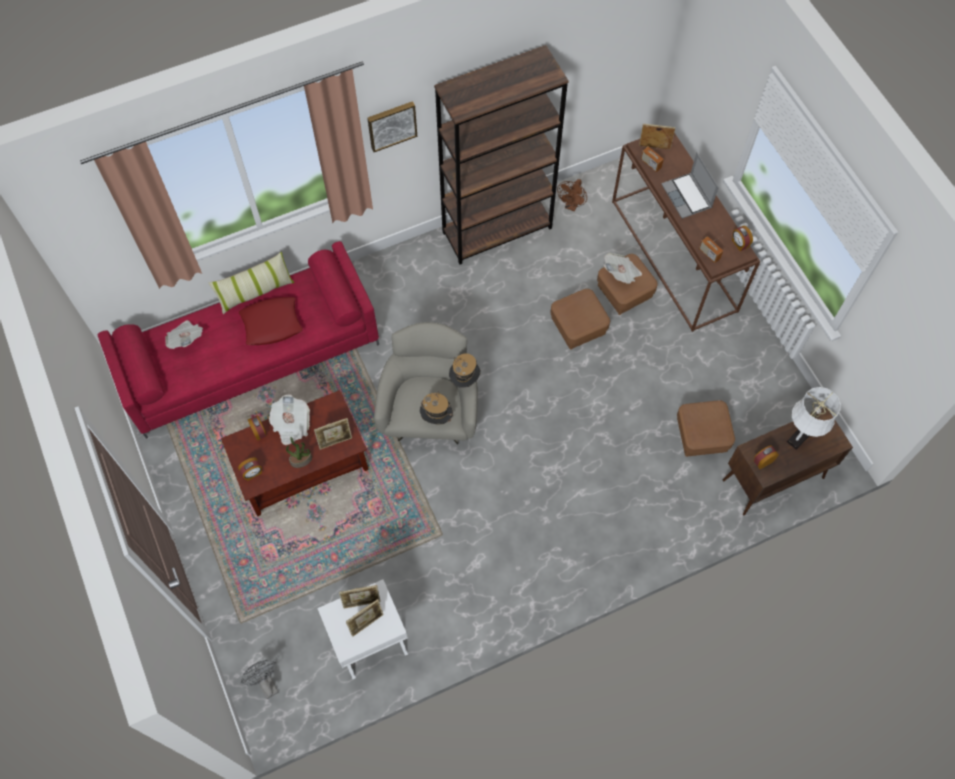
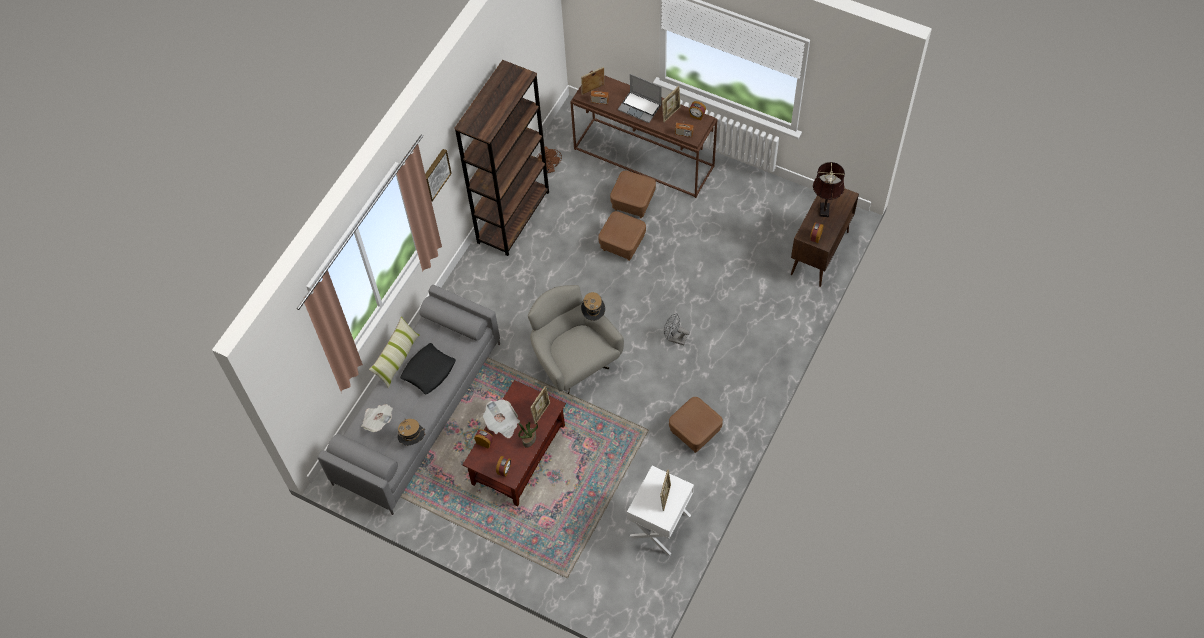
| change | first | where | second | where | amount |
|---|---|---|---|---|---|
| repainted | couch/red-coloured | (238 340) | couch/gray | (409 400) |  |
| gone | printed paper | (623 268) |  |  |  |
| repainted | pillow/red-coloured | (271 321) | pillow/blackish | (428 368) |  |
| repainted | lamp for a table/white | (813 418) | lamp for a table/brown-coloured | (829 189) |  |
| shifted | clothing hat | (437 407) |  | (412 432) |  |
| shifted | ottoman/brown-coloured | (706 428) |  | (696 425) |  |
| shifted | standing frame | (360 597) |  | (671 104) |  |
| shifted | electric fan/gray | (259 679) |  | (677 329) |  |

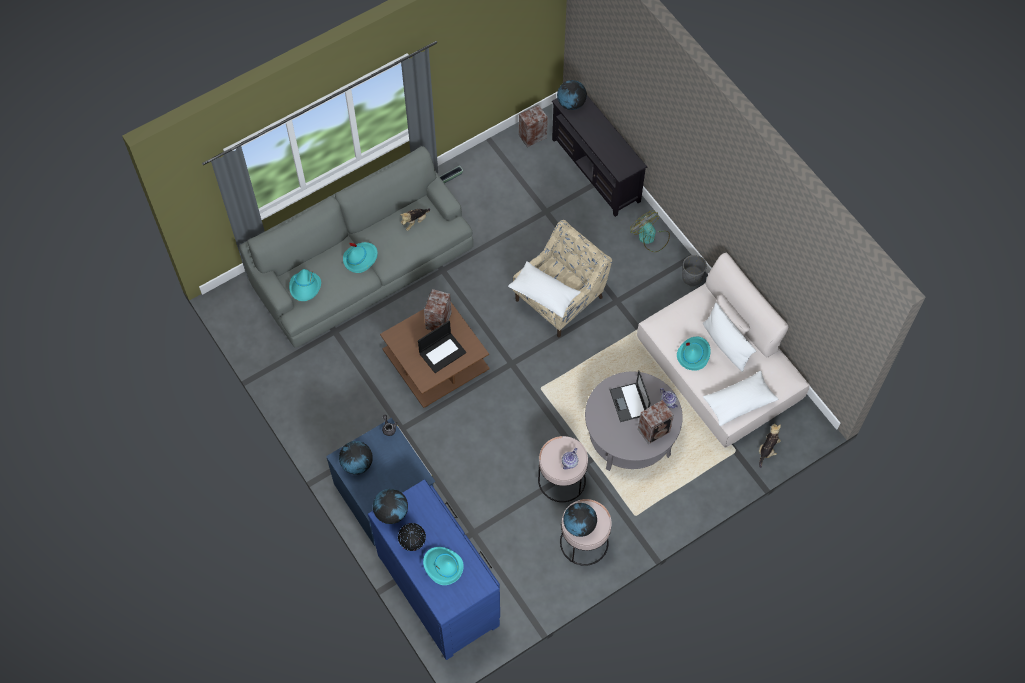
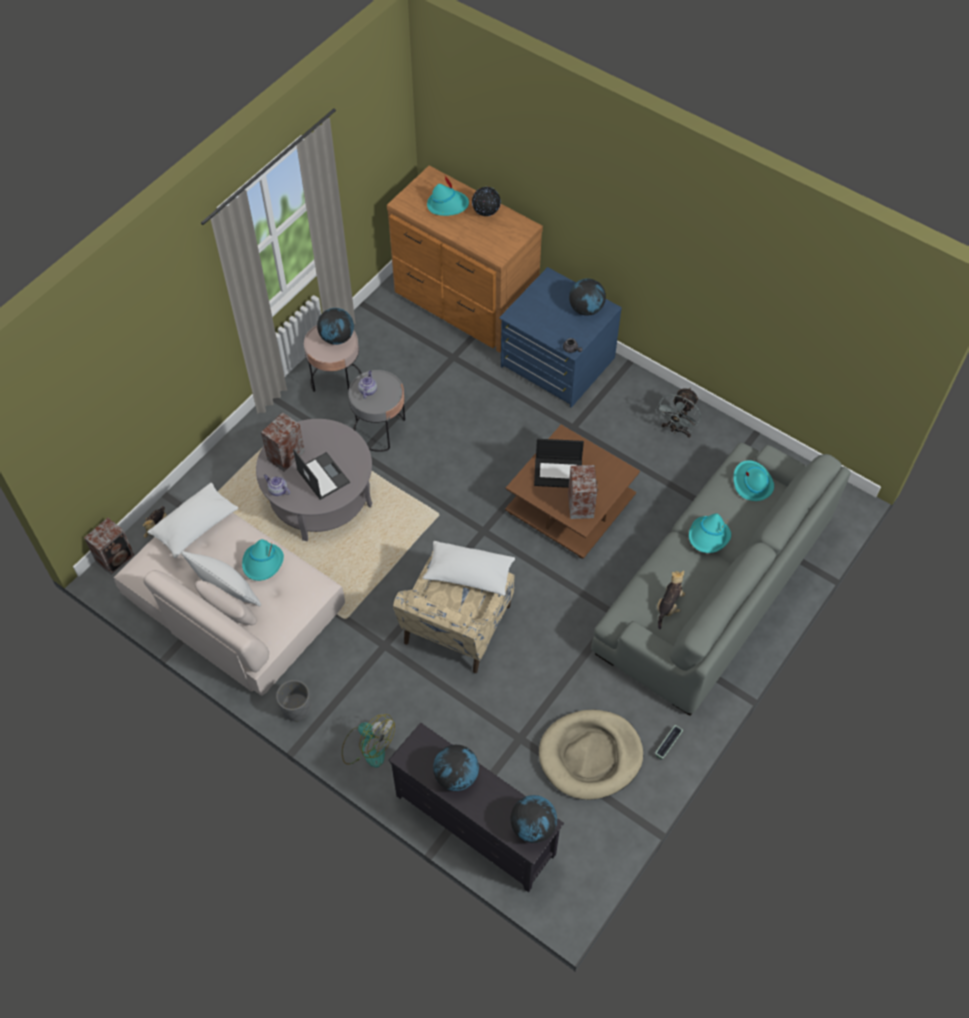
| change | first | where | second | where | amount |
|---|---|---|---|---|---|
| shifted | loudspeaker | (533 126) |  | (109 546) |  |
| rotated | laptop | (442 347) |  | (559 463) | 120 degrees counterclockwise |
| repainted | accent table/pink | (563 469) | accent table/gray | (376 411) |  |
| repainted | drawer chest/blue-coloured | (434 569) | drawer chest/brown-coloured | (465 259) |  |
| shifted | globe | (390 506) |  | (456 768) |  |
| new |  |  | electric fan/gray | (678 412) |  |
| new |  |  | dog cushion/beige | (591 755) |  |

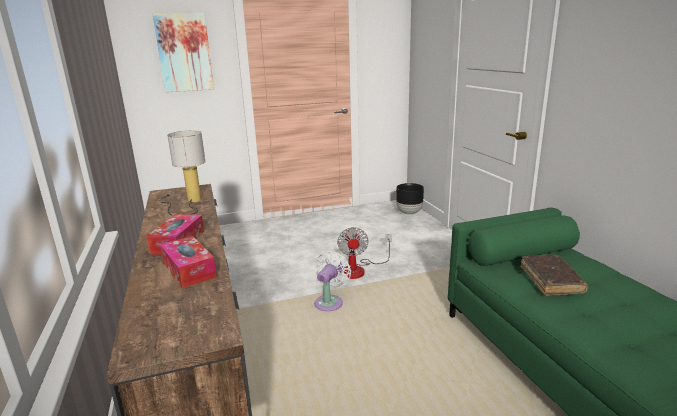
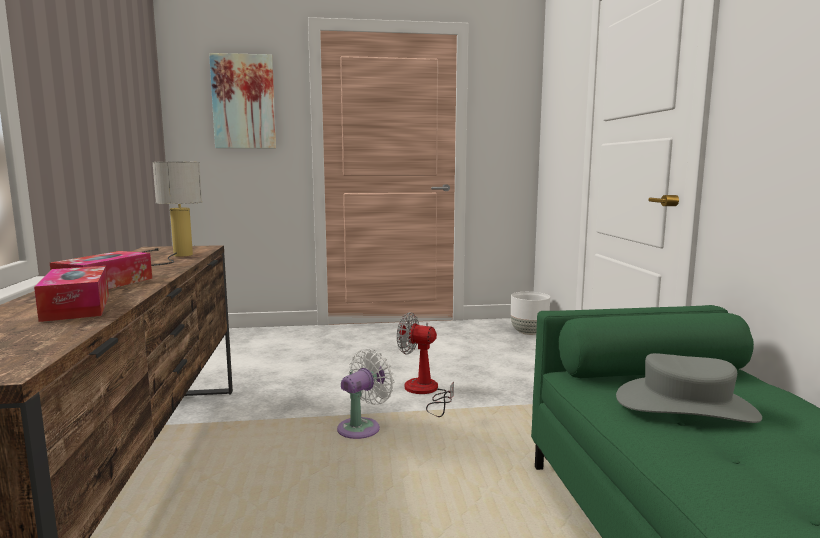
| change | first | where | second | where | amount |
|---|---|---|---|---|---|
| repainted | plant pot/blackish | (410 198) | plant pot/white | (530 313) |  |
| rotated | electric fan | (364 253) |  | (425 364) | 105 degrees clockwise |
| swapped | bound book/brown-coloured | (554 275) | clothing hat/gray | (689 388) |  |

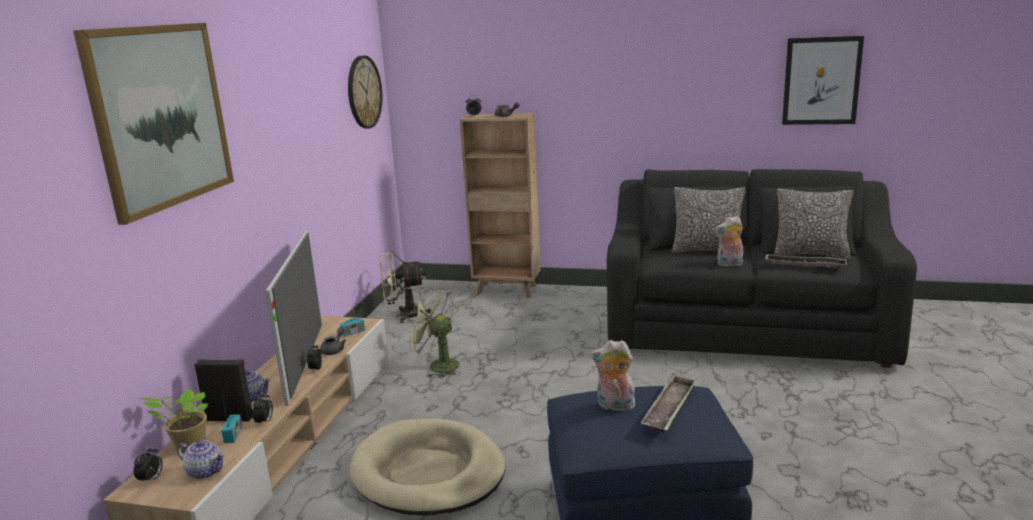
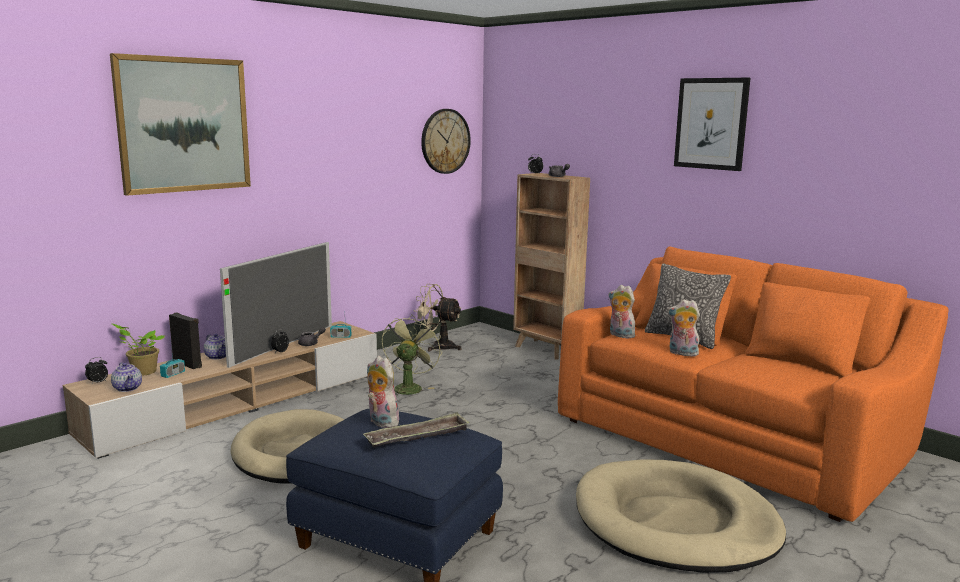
| change | first | where | second | where | amount |
|---|---|---|---|---|---|
| shifted | wall picture | (823 80) |  | (712 124) |  |
| repainted | couch/blackish | (762 268) | couch/orange | (753 384) |  |
| gone | pillow | (813 224) |  |  |  |
| gone | tray | (806 261) |  |  |  |
| rotated | electric fan/greenish | (432 333) |  | (412 355) | 45 degrees clockwise |
| gone | bedside clock | (263 408) |  |  |  |
| new |  |  | plush toy | (621 311) |  |
| new |  |  | dog cushion/beige | (681 515) |  |

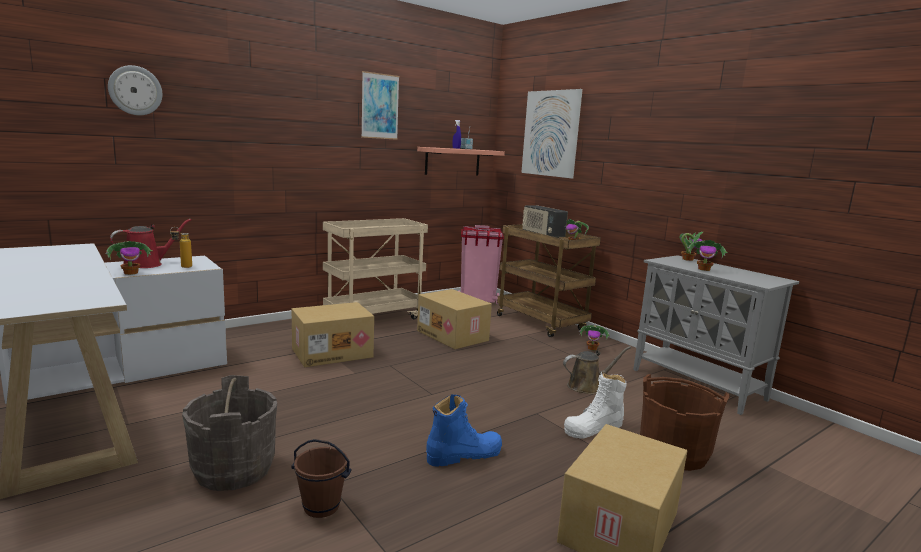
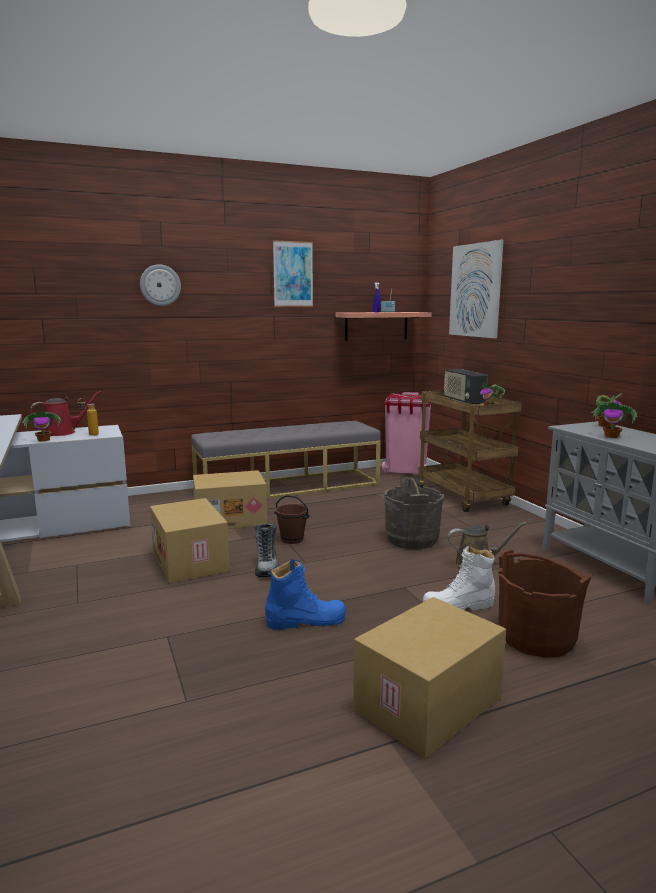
| change | first | where | second | where | amount |
|---|---|---|---|---|---|
| shifted | hanging clock | (135 90) |  | (160 285) |  |
| swapped | wheeled cart/beige | (375 269) | indoor bench/gray | (286 460) |  |
| shifted | packing box | (454 319) |  | (190 540) |  |
| gone | houseplant | (594 337) |  |  |  |
| shifted | pail/gray | (229 433) |  | (414 513) |  |
| shifted | pail/brown-coloured | (321 478) |  | (292 519) |  |
| new |  |  | boot | (266 550) |  |

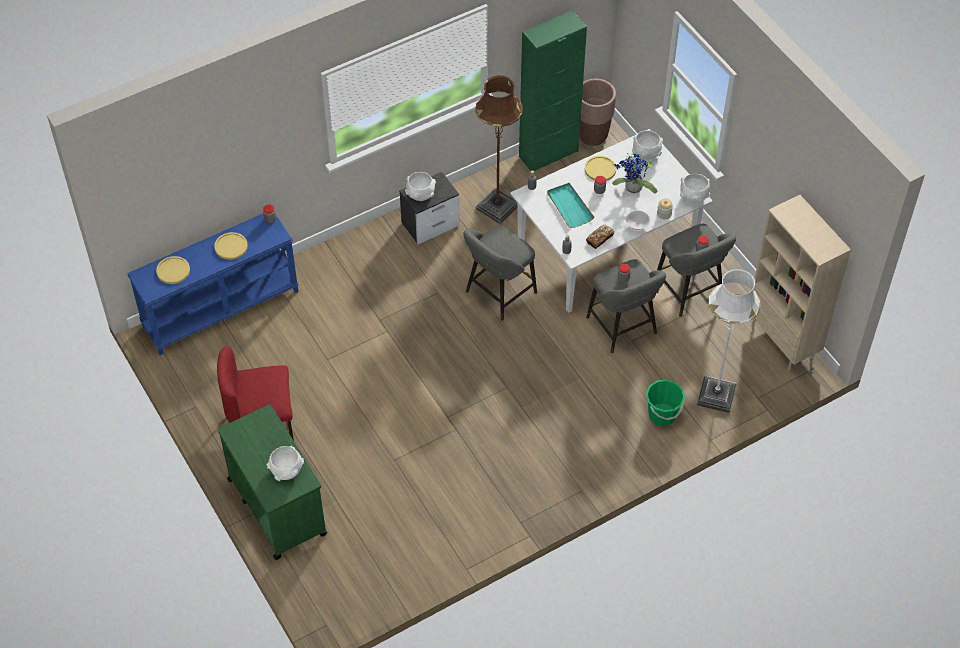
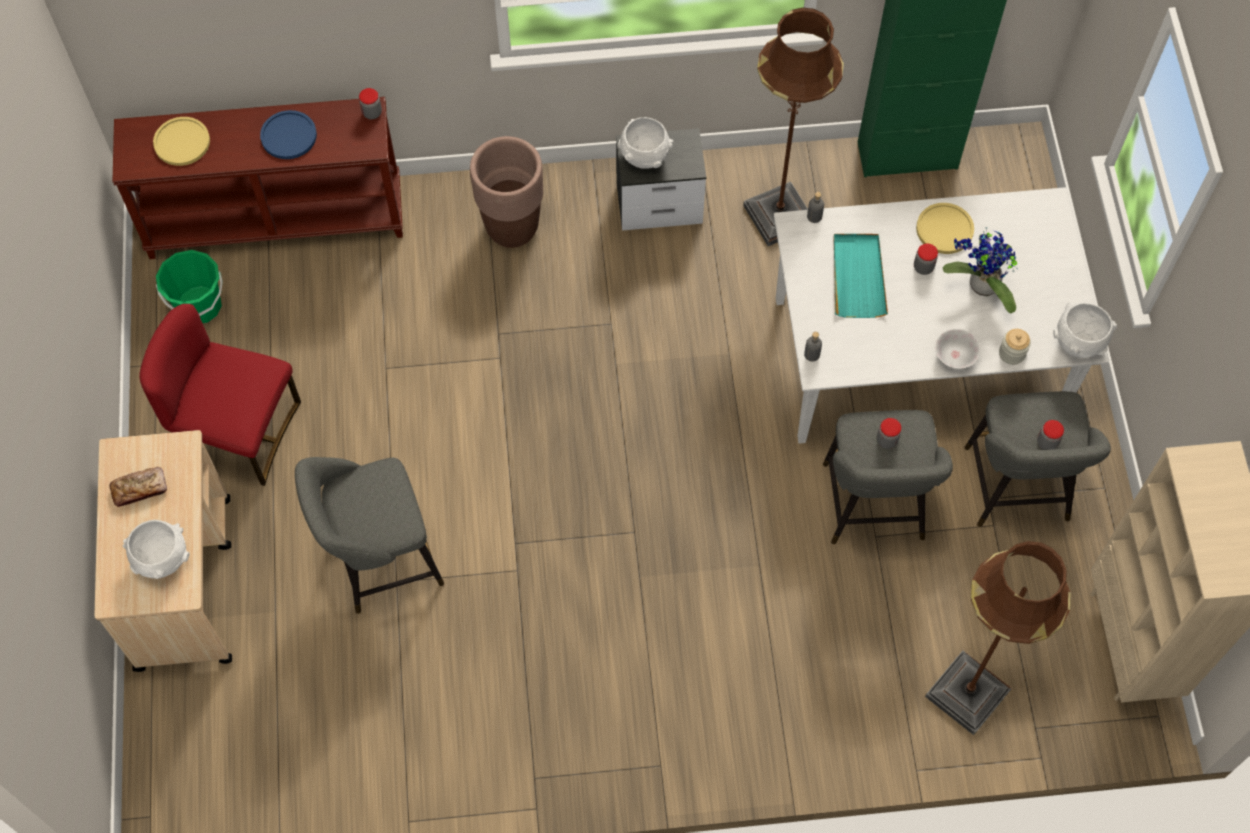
| change | first | where | second | where | amount |
|---|---|---|---|---|---|
| shifted | plant pot/brown-coloured | (597 112) |  | (506 192) |  |
| gone | deep dish/white | (647 145) |  |  |  |
| repainted | hall table/blue-coloured | (213 284) | hall table/brown-coloured | (257 178) |  |
| shifted | stool seat/gray | (500 273) |  | (369 535) |  |
| shifted | baked bread | (600 237) |  | (138 487) |  |
| repainted | plate/yellow-coloured | (231 246) | plate/blue-coloured | (288 134) |  |
| repainted | standing lamp/white | (728 341) | standing lamp/brown-coloured | (997 638) |  |
| shifted | pail/greenish | (665 402) |  | (189 286) |  |
| repainted | wheeled cart/greenish | (272 482) | wheeled cart/beige | (163 551) |  |

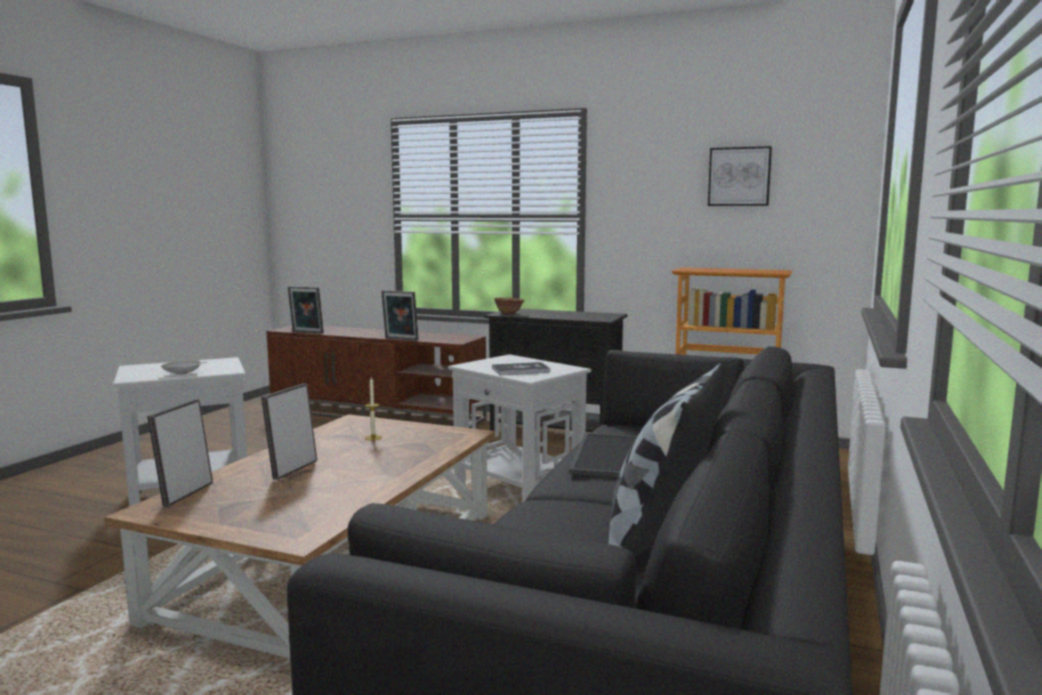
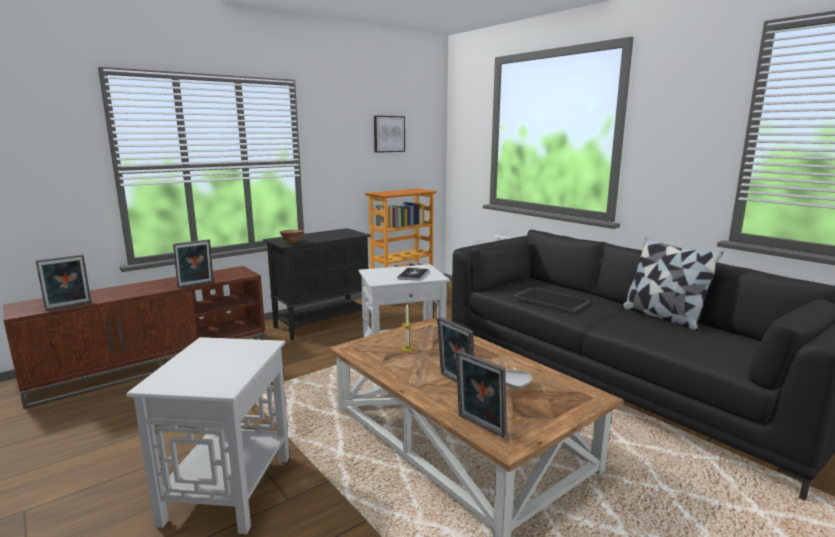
| change | first | where | second | where | amount |
|---|---|---|---|---|---|
| shifted | deep dish/white | (184 367) |  | (518 378) |  |

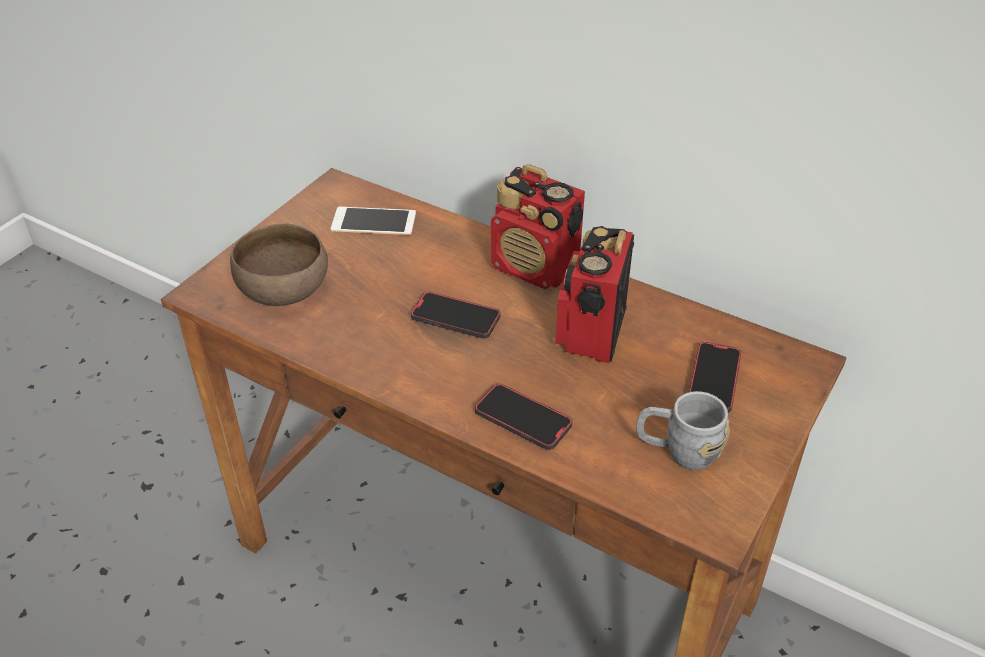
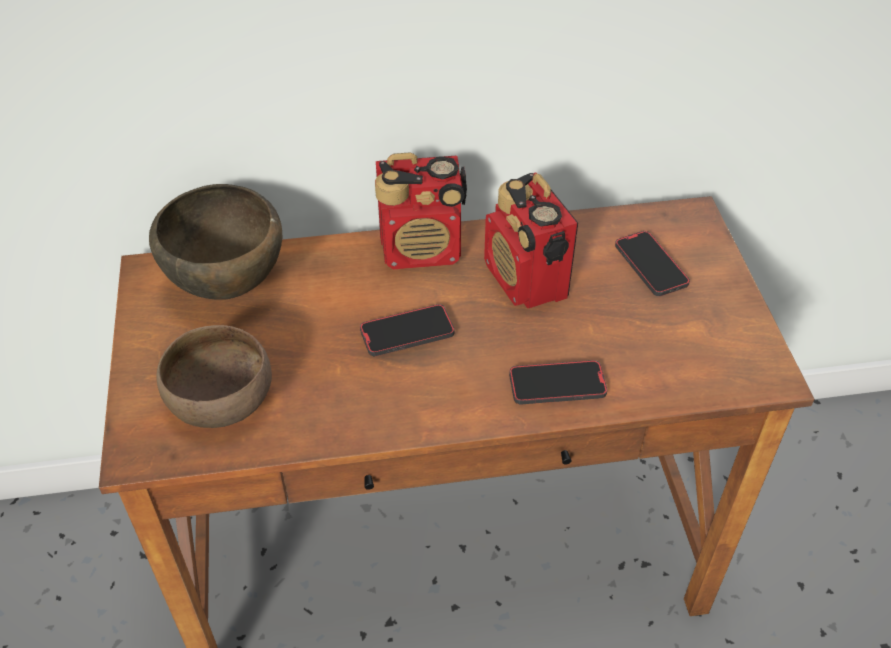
| change | first | where | second | where | amount |
|---|---|---|---|---|---|
| swapped | phone | (373 221) | deep dish/brown-coloured | (215 242) |  |
| gone | coffee mug/gray | (683 430) |  |  |  |

